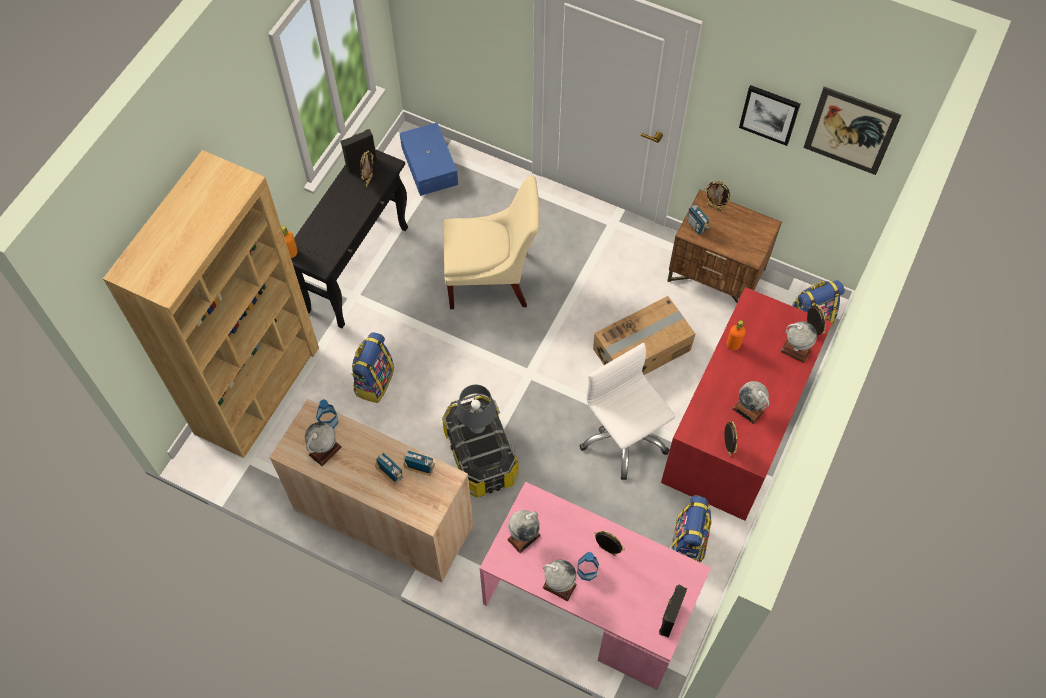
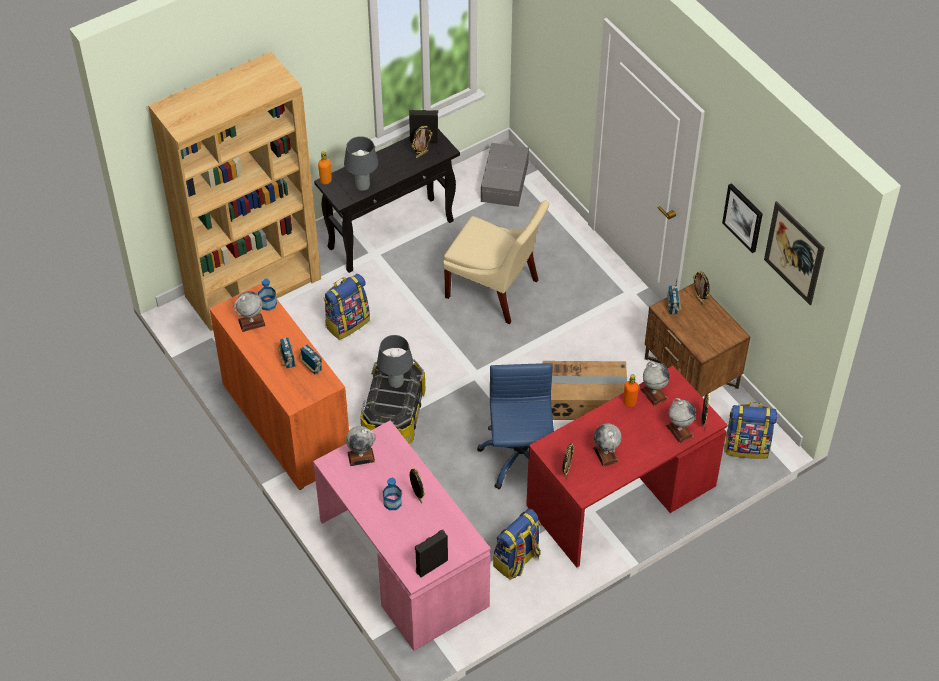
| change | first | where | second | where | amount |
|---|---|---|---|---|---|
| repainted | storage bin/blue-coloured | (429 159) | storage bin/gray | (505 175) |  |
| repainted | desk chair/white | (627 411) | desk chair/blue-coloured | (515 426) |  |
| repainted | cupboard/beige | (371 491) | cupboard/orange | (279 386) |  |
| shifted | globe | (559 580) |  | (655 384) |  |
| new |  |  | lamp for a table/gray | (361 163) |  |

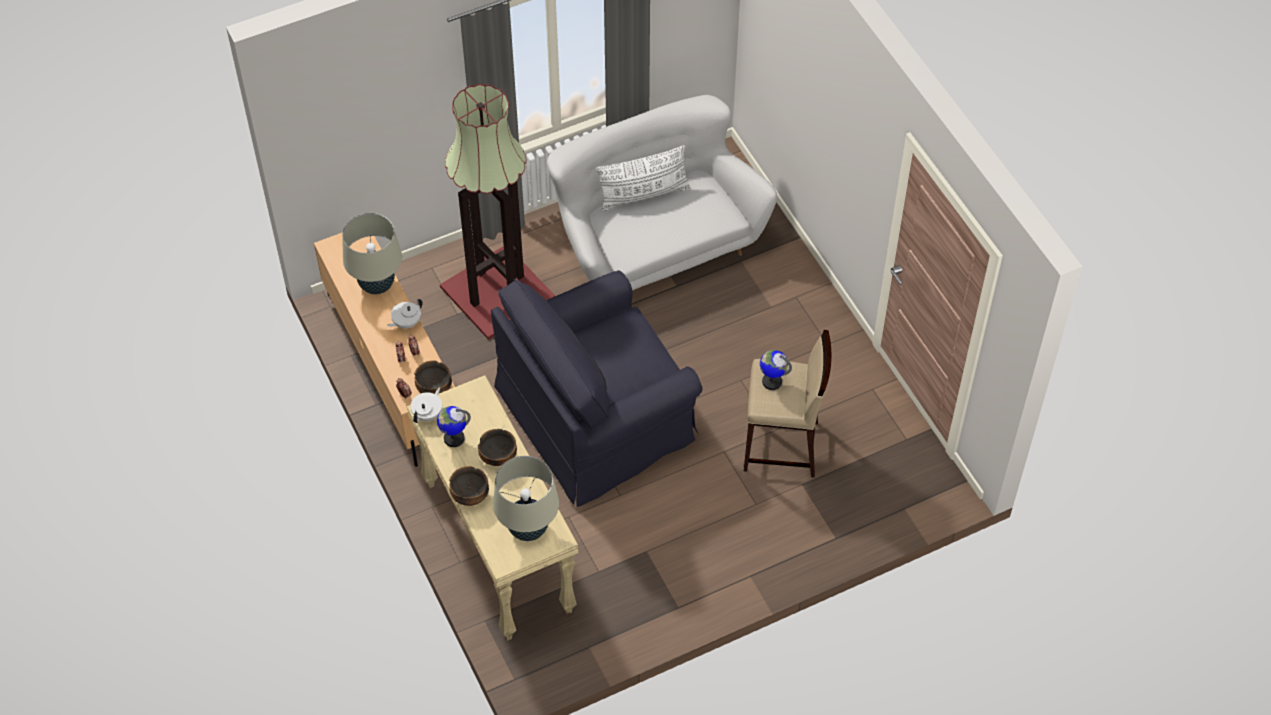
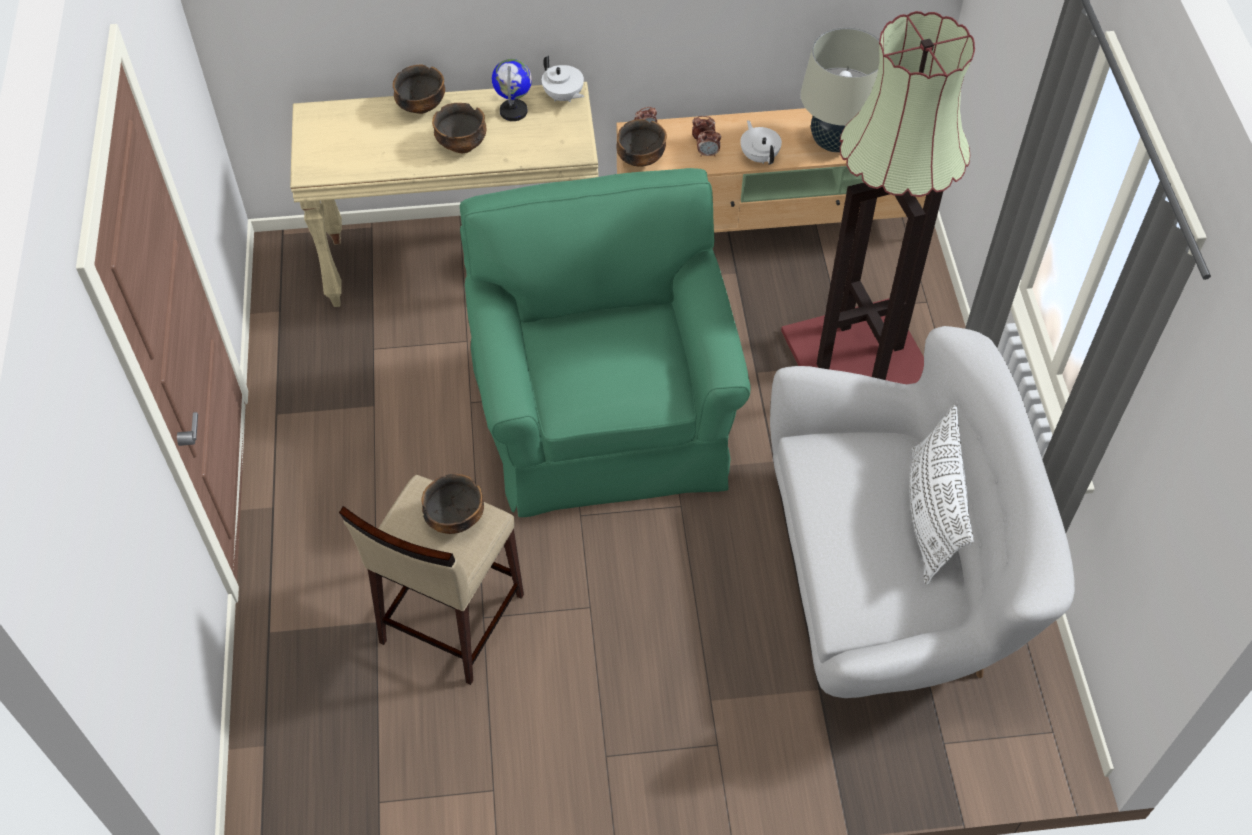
| change | first | where | second | where | amount |
|---|---|---|---|---|---|
| repainted | lounge chair/blackish | (597 388) | lounge chair/greenish | (605 342) |  |
| swapped | globe | (776 370) | deep dish | (452 504) |  |
| gone | lamp for a table/beige | (526 498) |  |  |  |

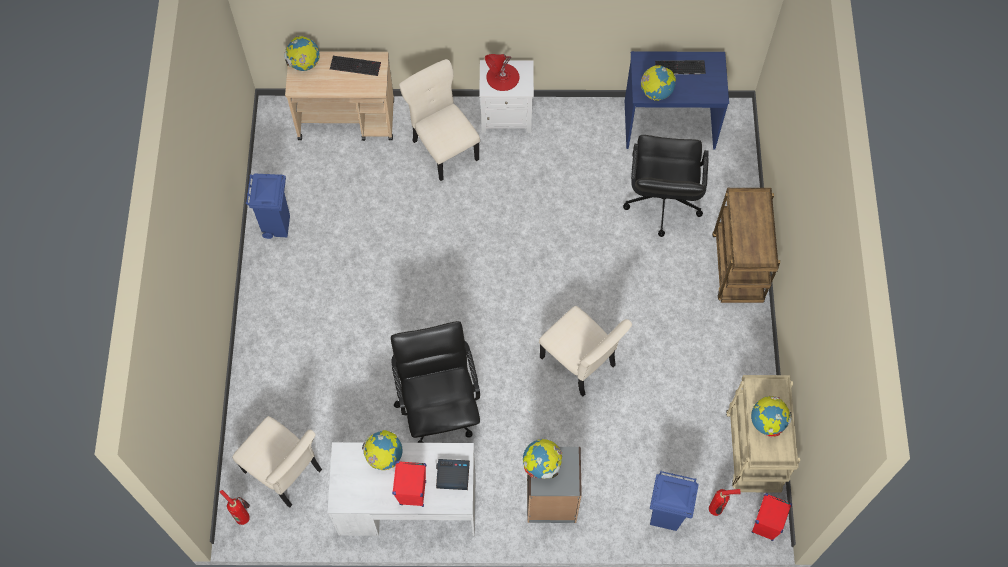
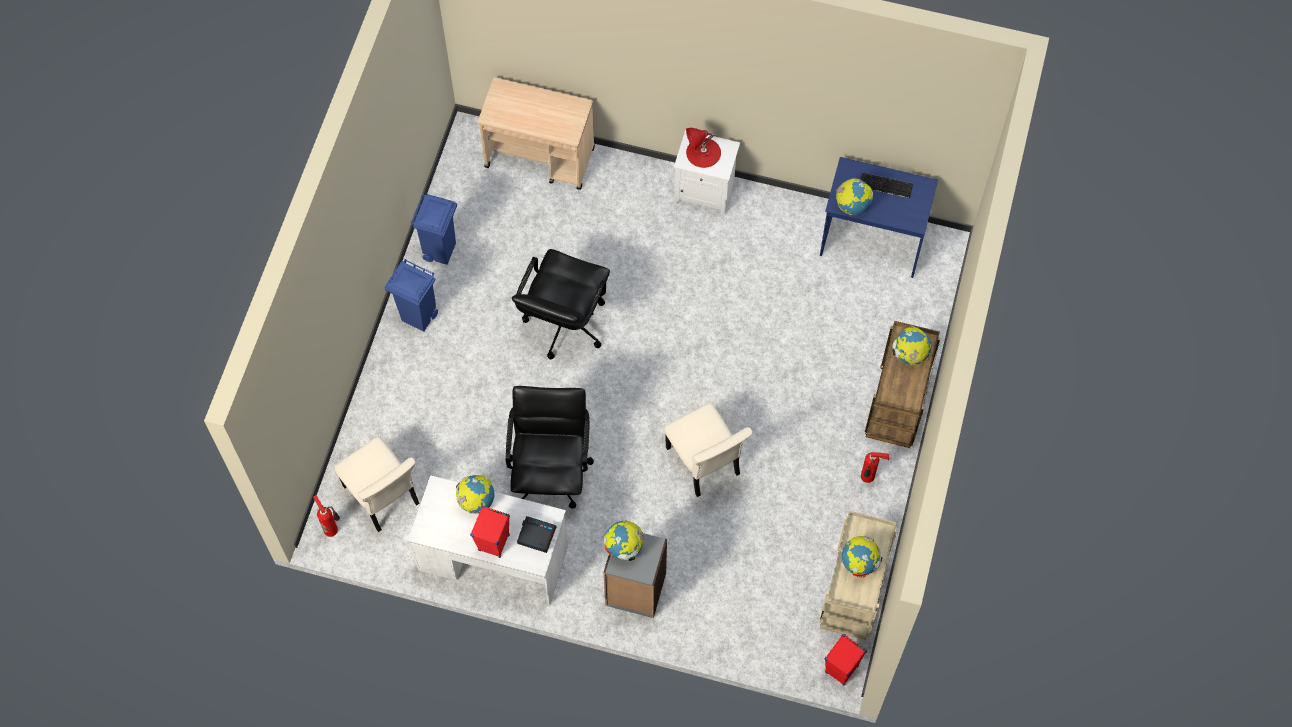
| change | first | where | second | where | amount |
|---|---|---|---|---|---|
| shifted | globe | (302 53) |  | (911 345) |  |
| gone | keyboard | (355 66) |  |  |  |
| gone | chair/beige | (439 120) |  |  |  |
| shifted | desk chair/blackish | (666 186) |  | (561 304) |  |
| shifted | trash can/blue-coloured | (674 501) |  | (411 295) |  |
| shifted | fire extinguisher | (725 502) |  | (875 467) |  |

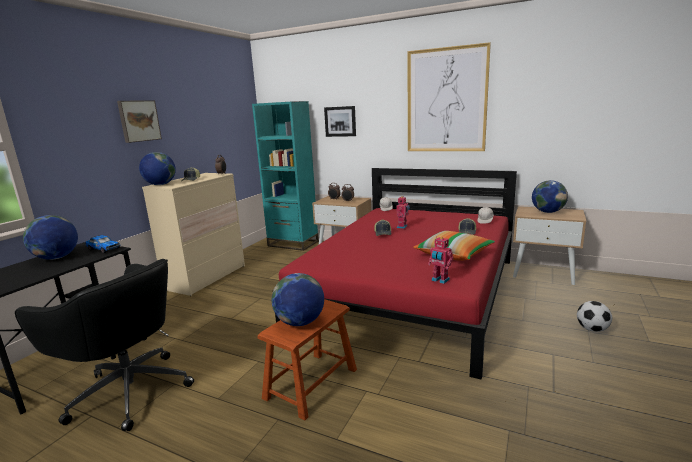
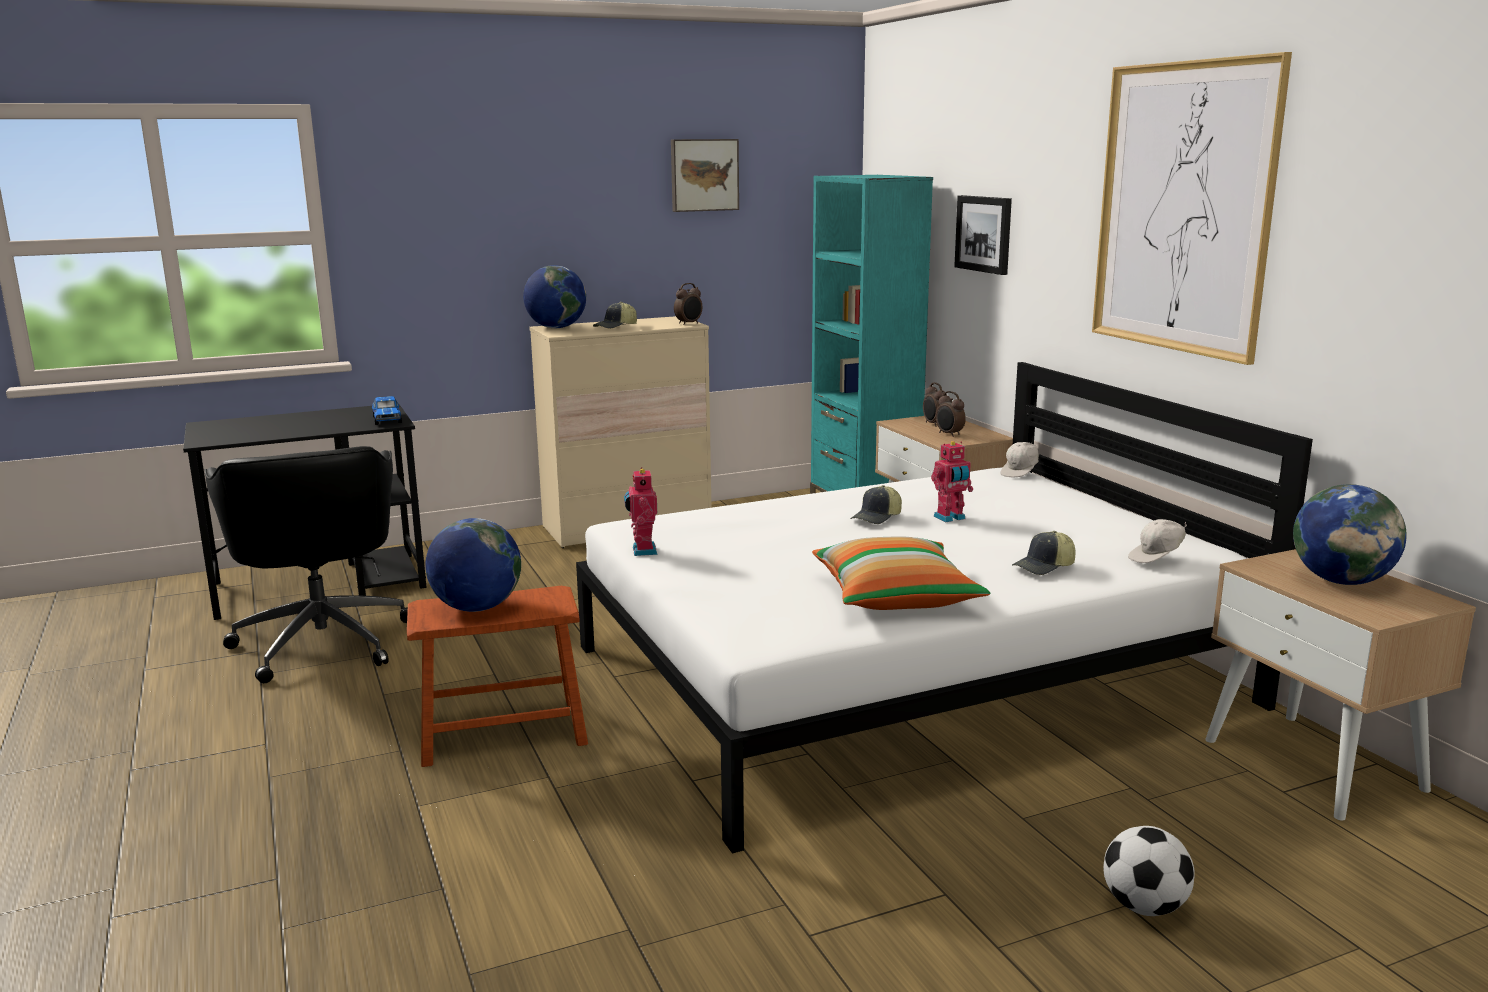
| change | first | where | second | where | amount |
|---|---|---|---|---|---|
| shifted | wall picture | (139 121) |  | (705 175) |  |
| repainted | sleeping bed/red-coloured | (396 274) | sleeping bed/white | (944 607) |  |
| gone | globe | (50 237) |  |  |  |
| shifted | model robot | (440 260) |  | (641 511) |  |

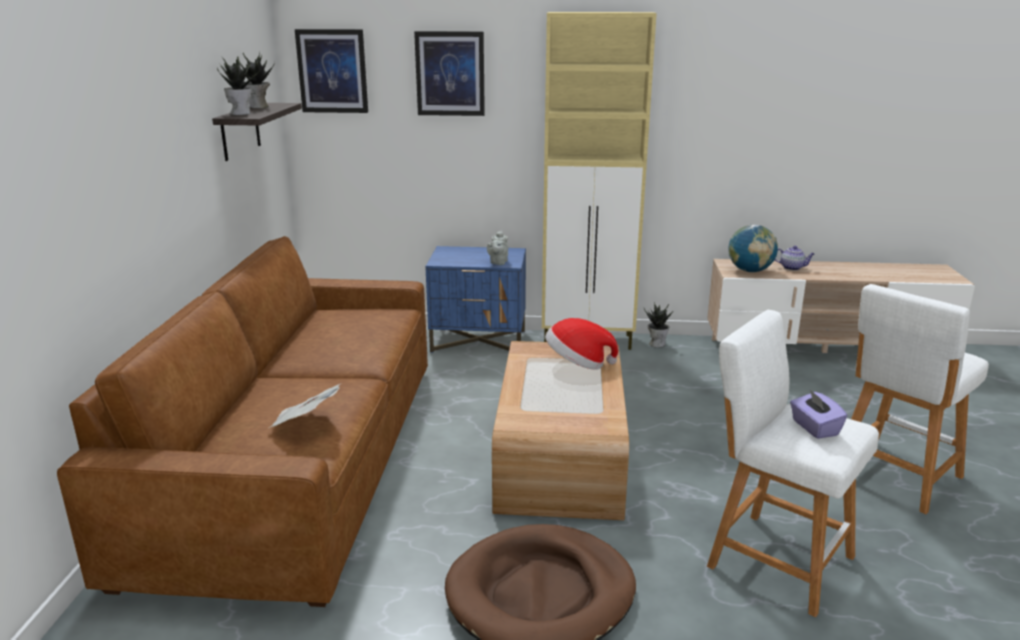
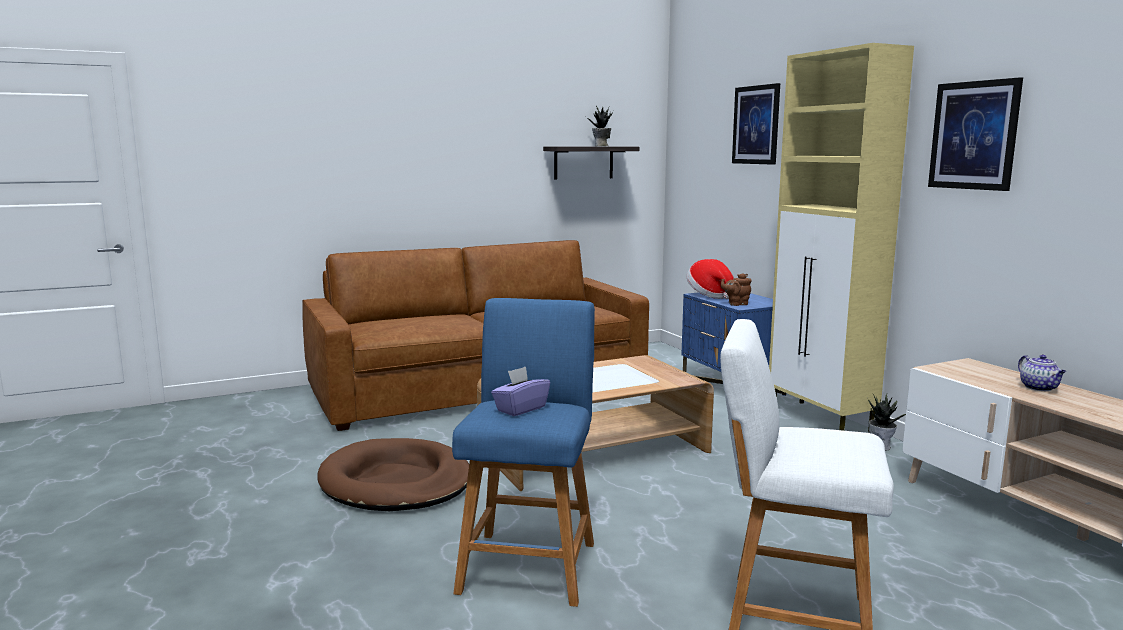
| change | first | where | second | where | amount |
|---|---|---|---|---|---|
| shifted | wall picture | (331 71) |  | (975 134) |  |
| gone | houseplant | (236 85) |  |  |  |
| gone | globe | (753 249) |  |  |  |
| repainted | pot for tea/gray | (498 248) | pot for tea/brown-coloured | (736 289) |  |
| repainted | stool seat/white | (793 463) | stool seat/blue-coloured | (523 452) |  |
| shifted | clothing hat | (581 344) |  | (710 279) |  |
| gone | printed paper | (304 406) |  |  |  |

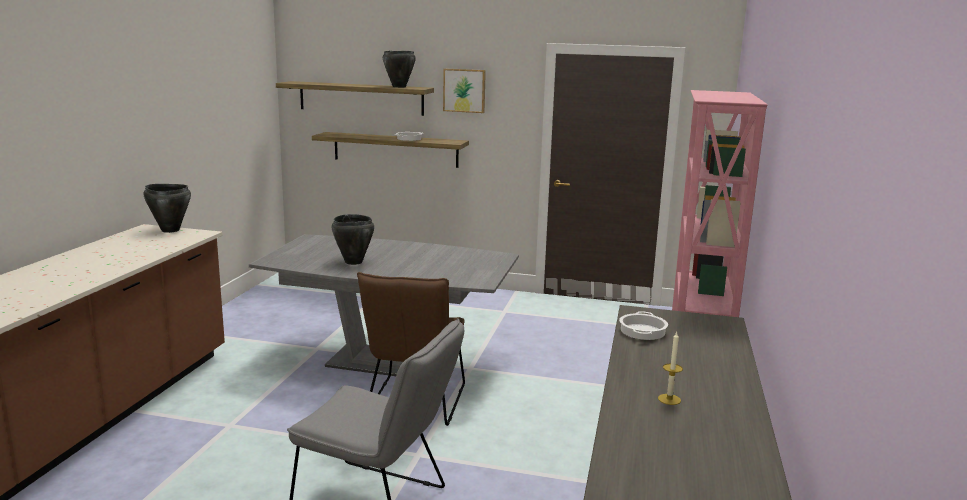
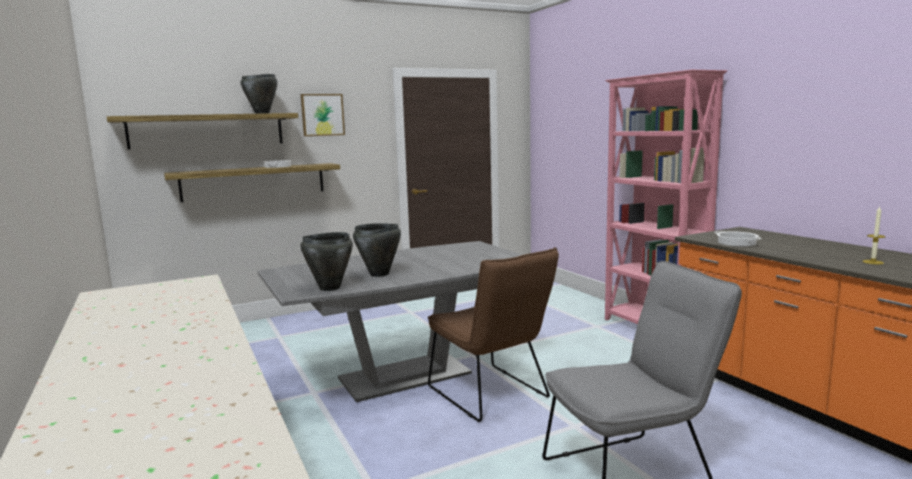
| change | first | where | second | where | amount |
|---|---|---|---|---|---|
| shifted | stockpot/blackish | (167 208) |  | (326 261) |  |

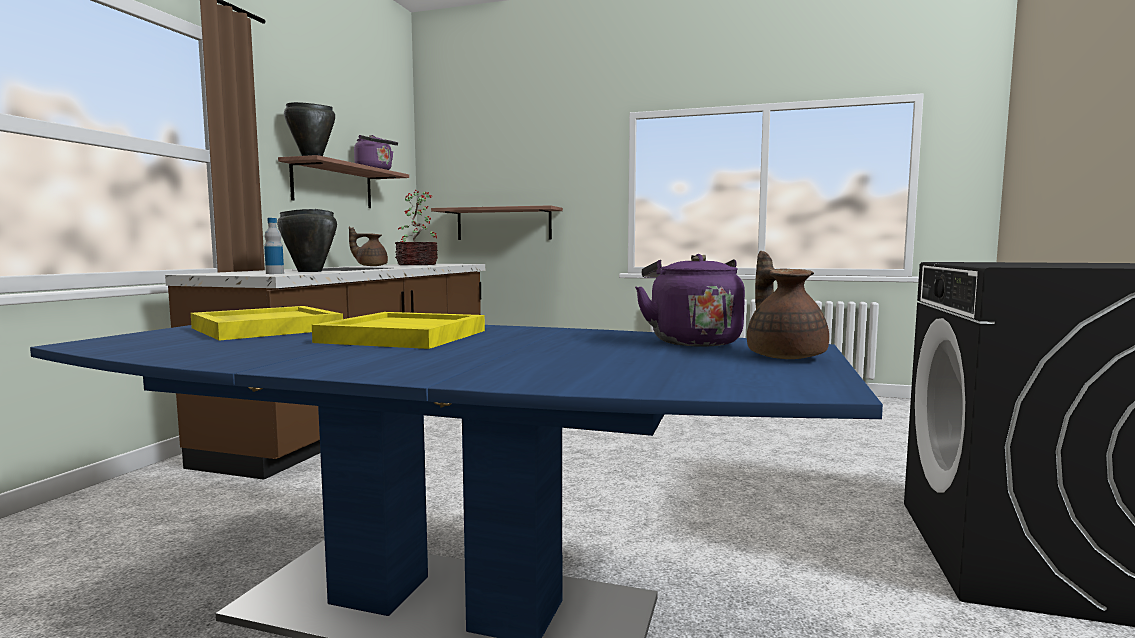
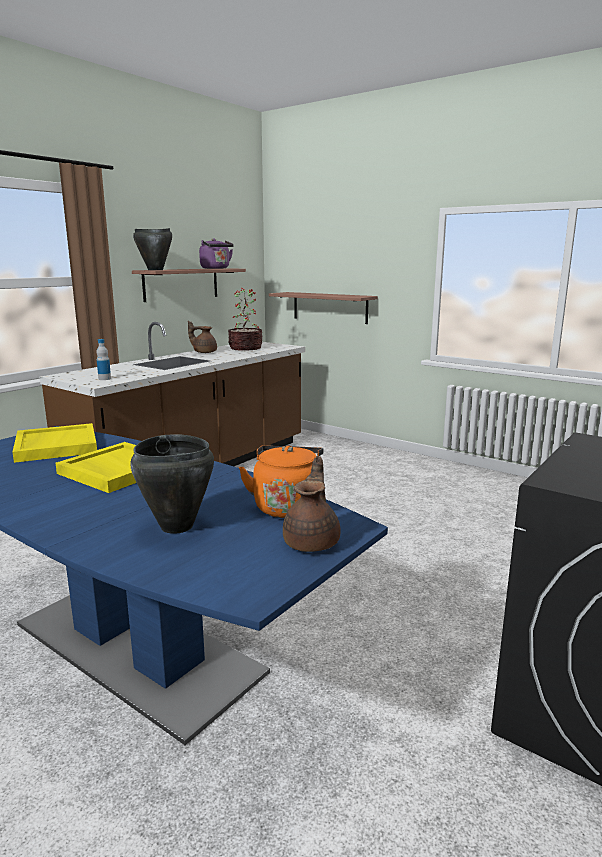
| change | first | where | second | where | amount |
|---|---|---|---|---|---|
| shifted | stockpot/blackish | (307 240) |  | (172 484) |  |
| repainted | kettle/purple | (690 300) | kettle/orange | (281 481) |  |

